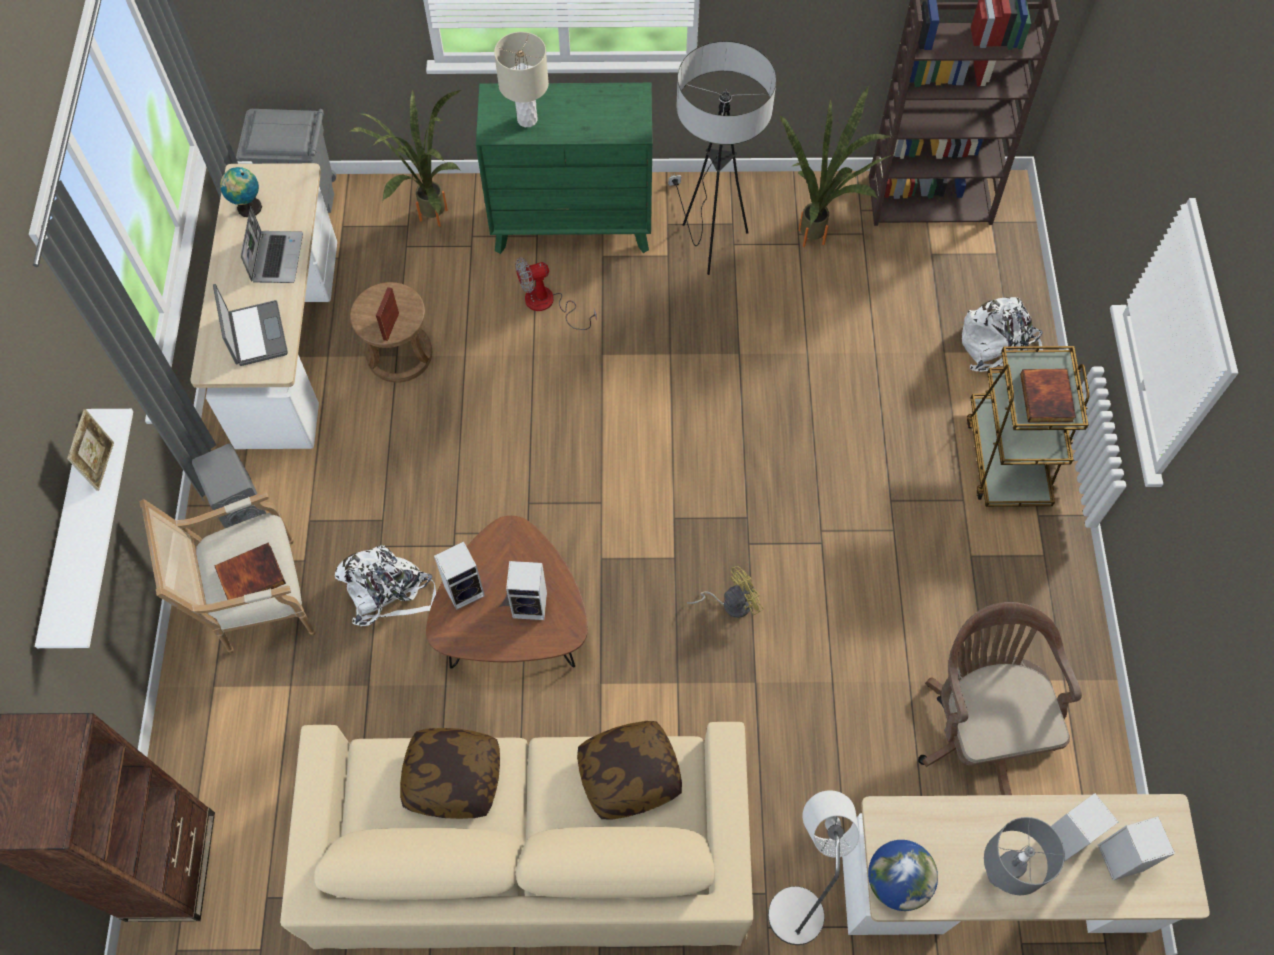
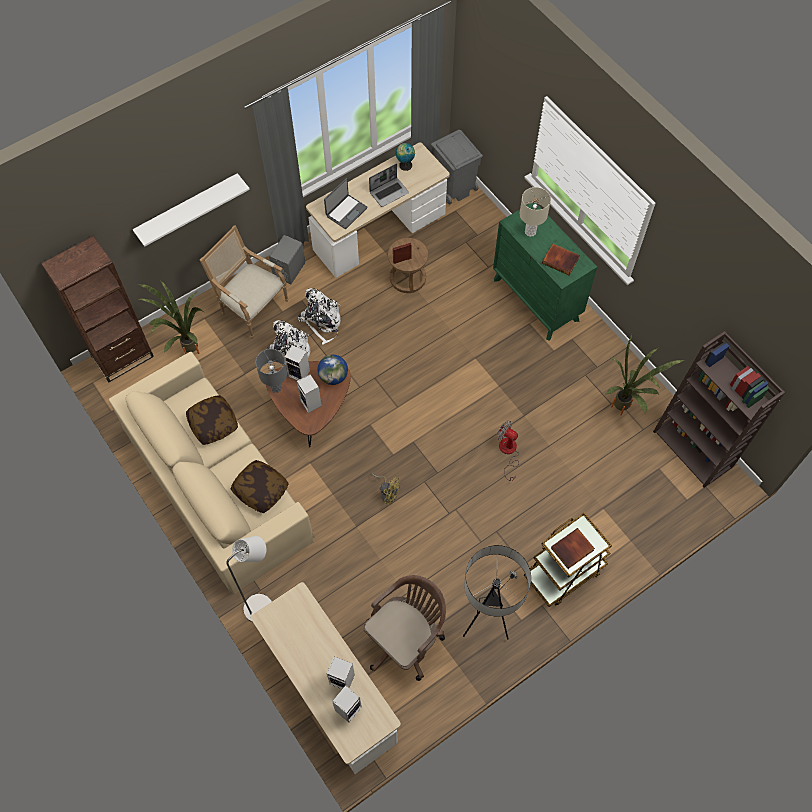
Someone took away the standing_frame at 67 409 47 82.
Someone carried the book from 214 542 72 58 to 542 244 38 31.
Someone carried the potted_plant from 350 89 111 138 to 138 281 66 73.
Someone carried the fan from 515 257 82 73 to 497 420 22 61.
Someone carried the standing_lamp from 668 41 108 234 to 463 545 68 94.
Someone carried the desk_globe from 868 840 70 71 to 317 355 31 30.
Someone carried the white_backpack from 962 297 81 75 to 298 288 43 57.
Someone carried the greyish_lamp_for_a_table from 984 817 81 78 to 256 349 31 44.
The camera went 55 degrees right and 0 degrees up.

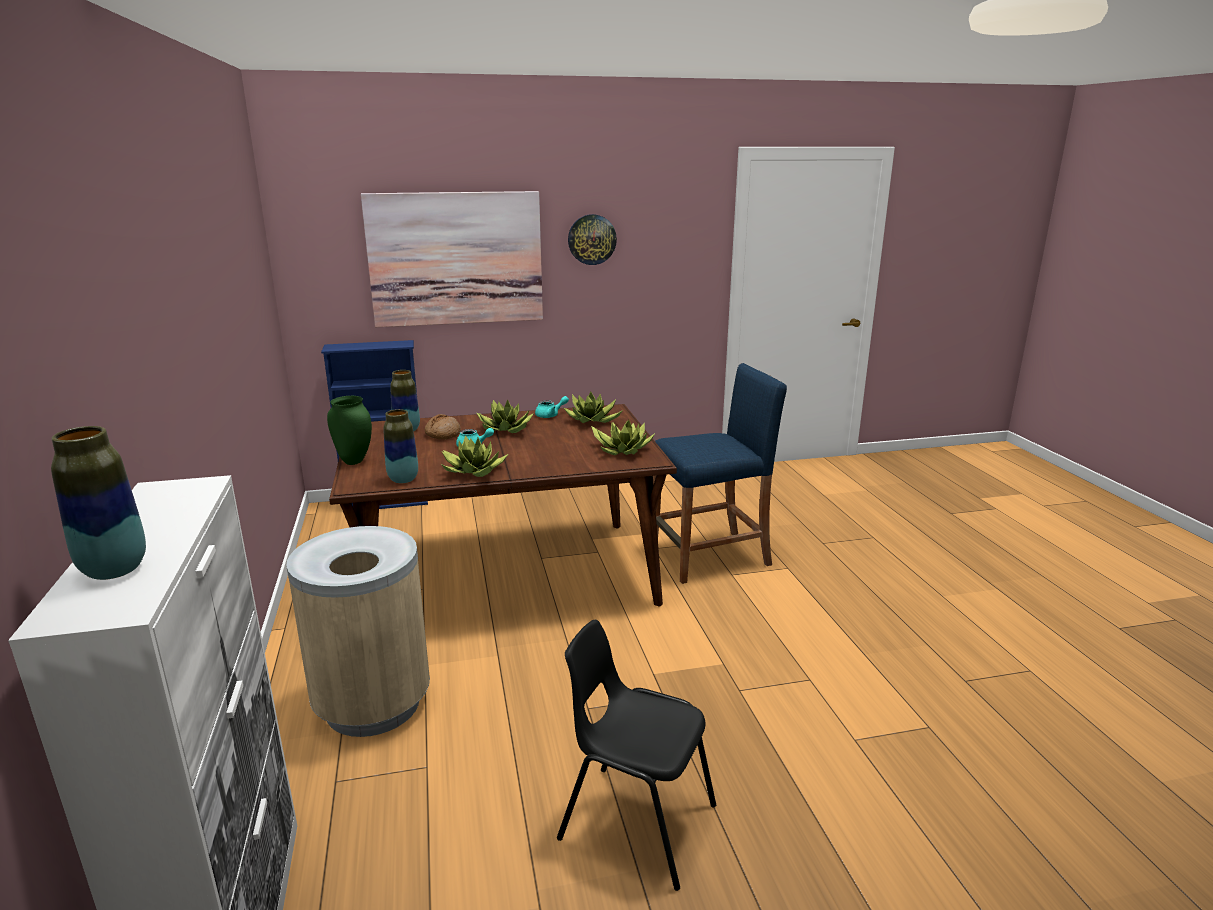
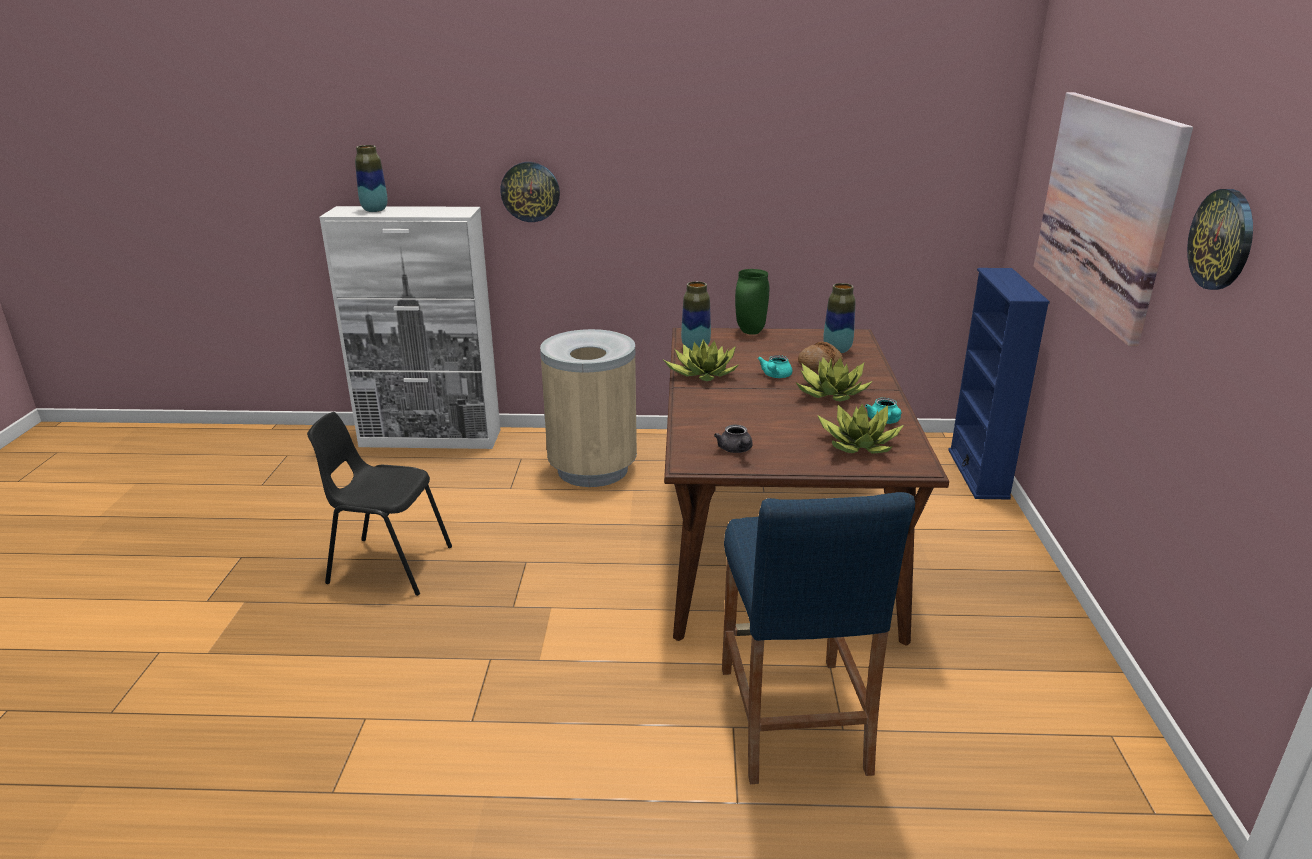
Someone put up the wall_clock at 500 162 60 60.
Someone swapped the potted_plant at 591 420 64 35 for the greyish_teapot at 714 425 39 28.
Someone rotated the blackish_upright_chair at 557 620 159 271 by 120 degrees counterclockwise.
The camera went 105 degrees right and 5 degrees up.

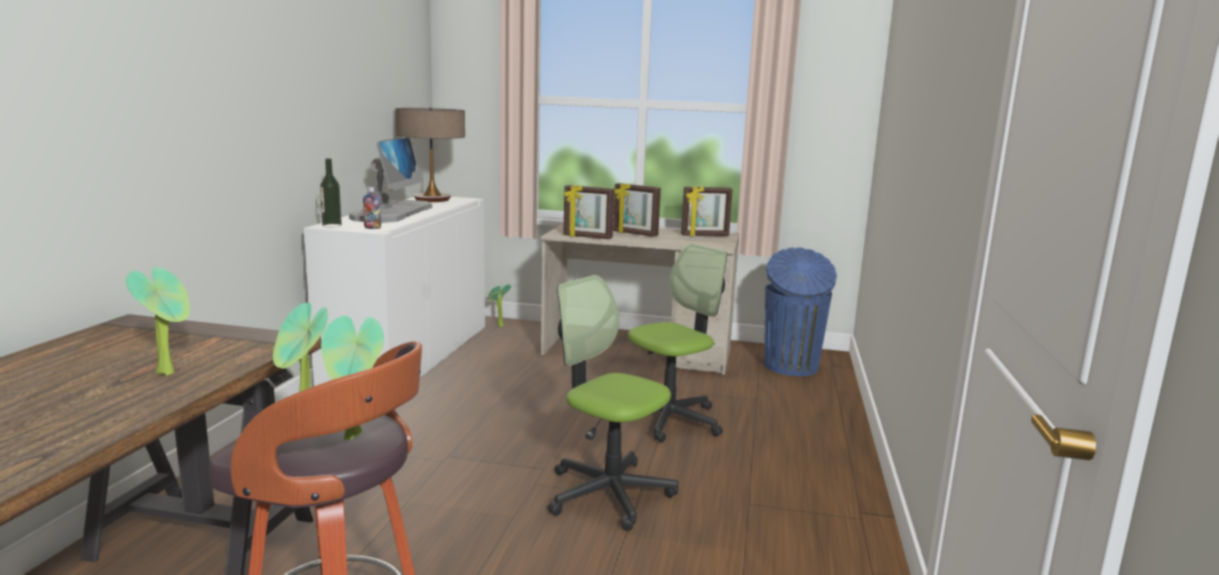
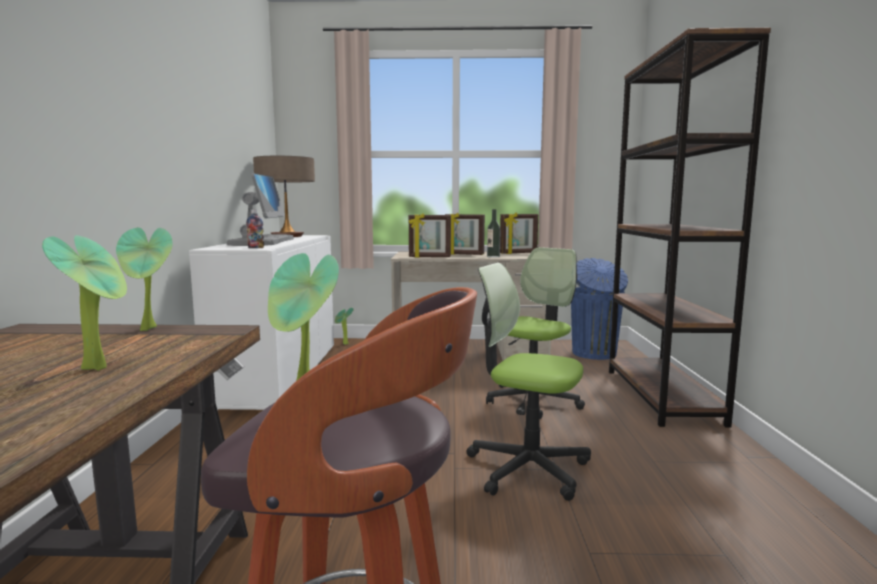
Someone put down the brown_bookshelf at 609 27 162 401.
Someone carried the bottle from 320 158 22 70 to 487 209 14 49.
Someone carried the potted_plant from 321 316 63 124 to 116 228 56 103.
The camera went 10 degrees left and 5 degrees down.

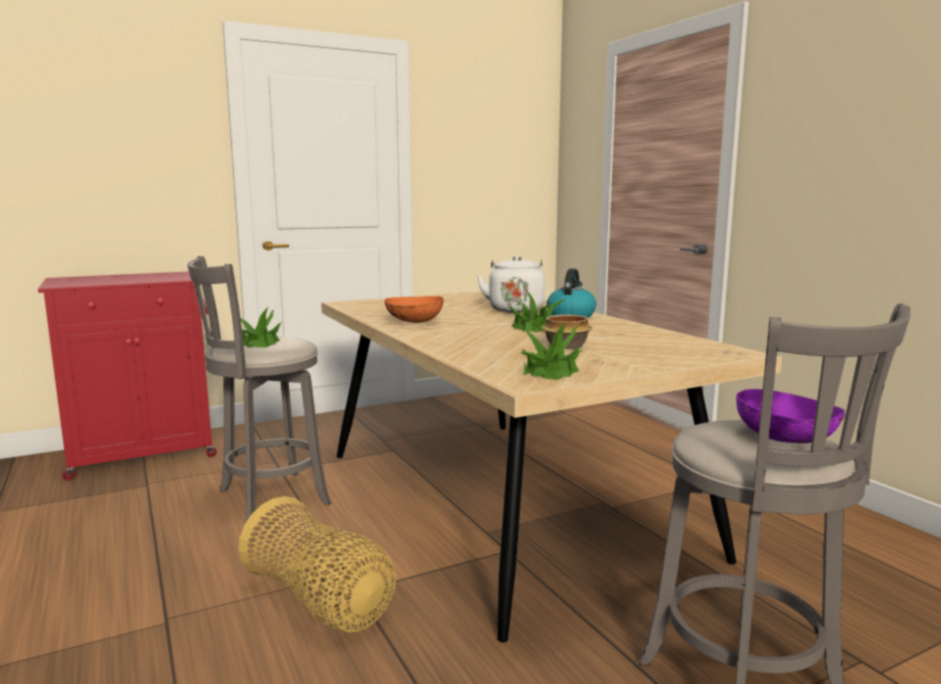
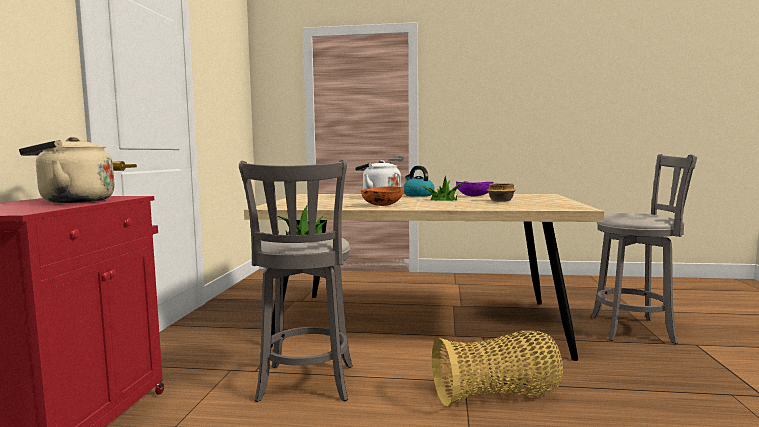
Someone took away the potted_plant at 521 322 61 58.
Someone put down the sand-coloured_water_kettle at 19 137 96 66.
Someone carried the purplish_bowl from 736 389 109 54 to 456 181 38 15.
The camera went 55 degrees left and 5 degrees down.

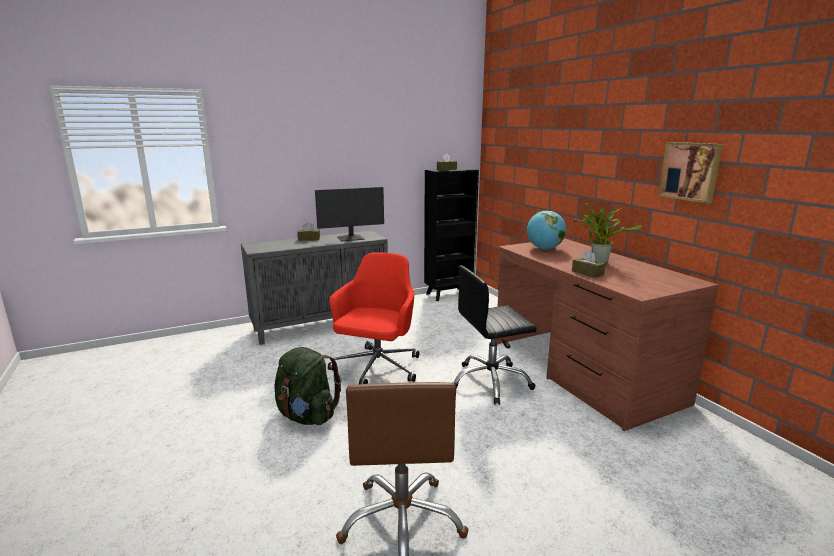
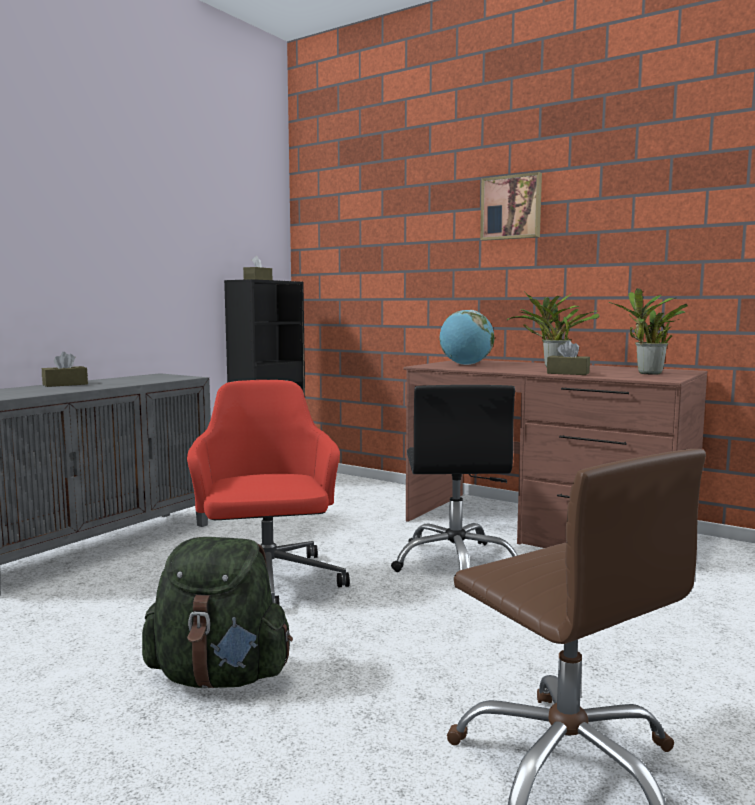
Someone took away the computer_display at 315 187 69 55.
Someone put down the potted_plant at 609 288 79 87.
Someone carried the picture from 658 142 65 62 to 480 172 62 69.
Someone rotated the blackish_office_chair at 452 265 85 140 by 45 degrees counterclockwise.
The camera went 30 degrees left and 10 degrees down.

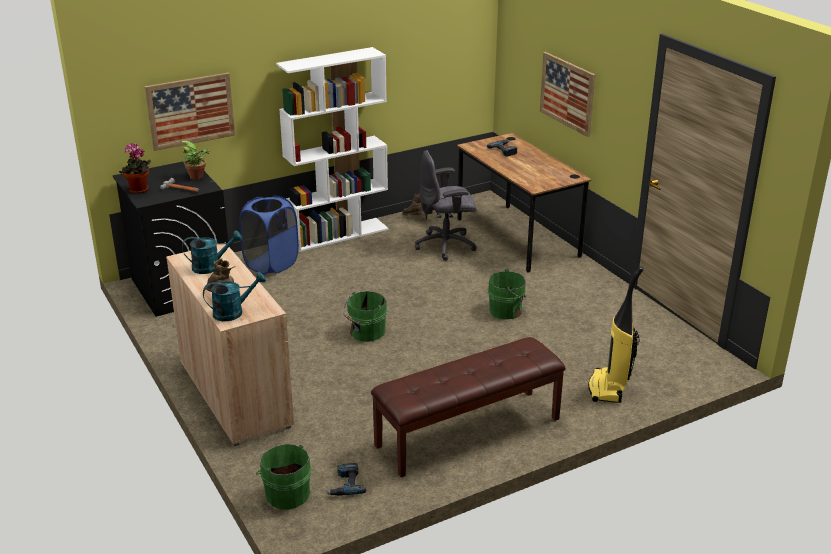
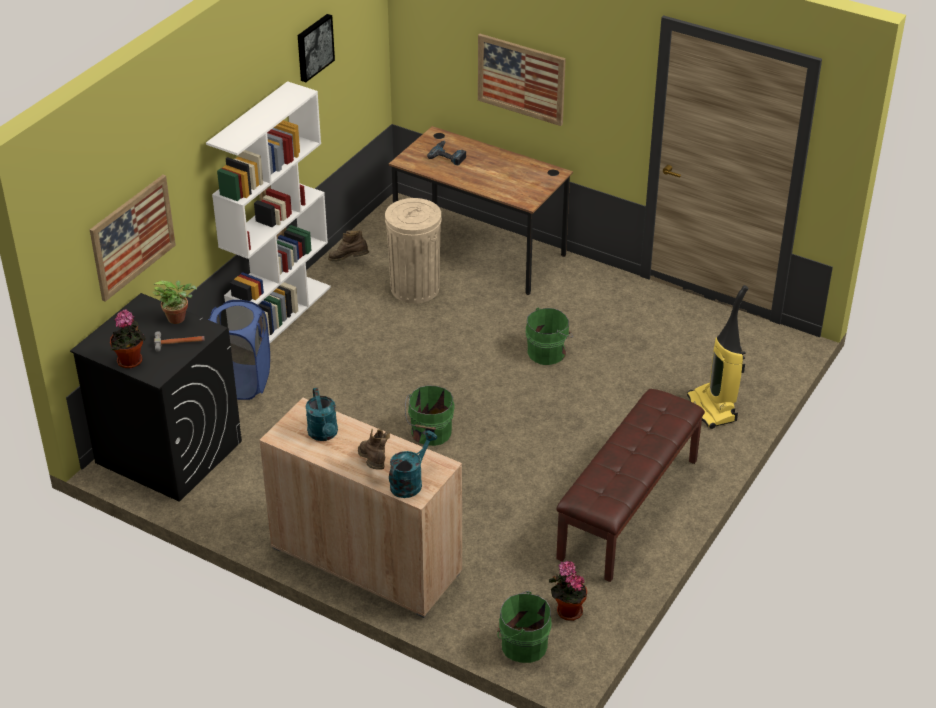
Someone put up the picture at 298 14 37 68.
Someone swapped the electric_drill at 326 463 40 33 for the potted_plant at 549 561 38 60.
Someone swapped the greyish_office_chair at 415 150 62 111 for the sand-coloured_waste_bin at 385 198 56 105.
Someone rotated the blue-green_watering_pot at 182 231 60 43 by 120 degrees clockwise.
The camera went 30 degrees left and 10 degrees up.

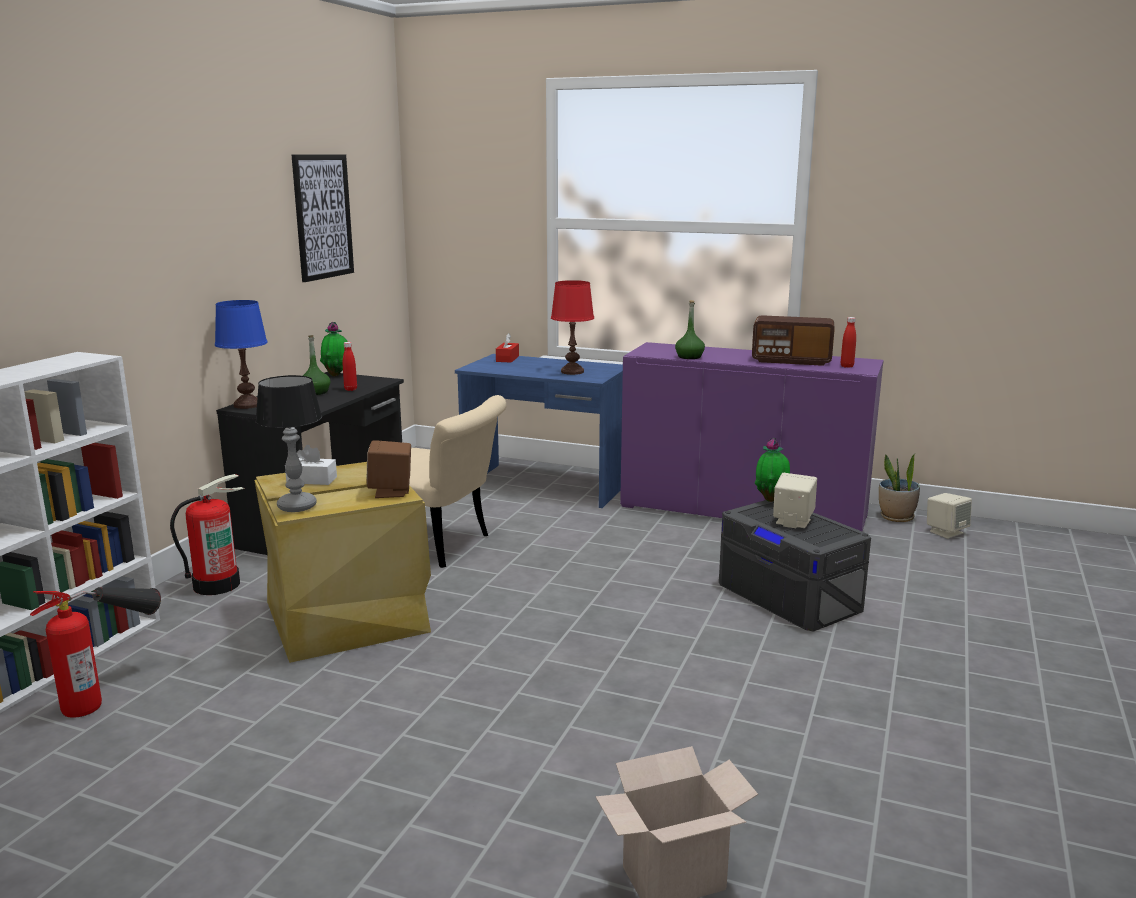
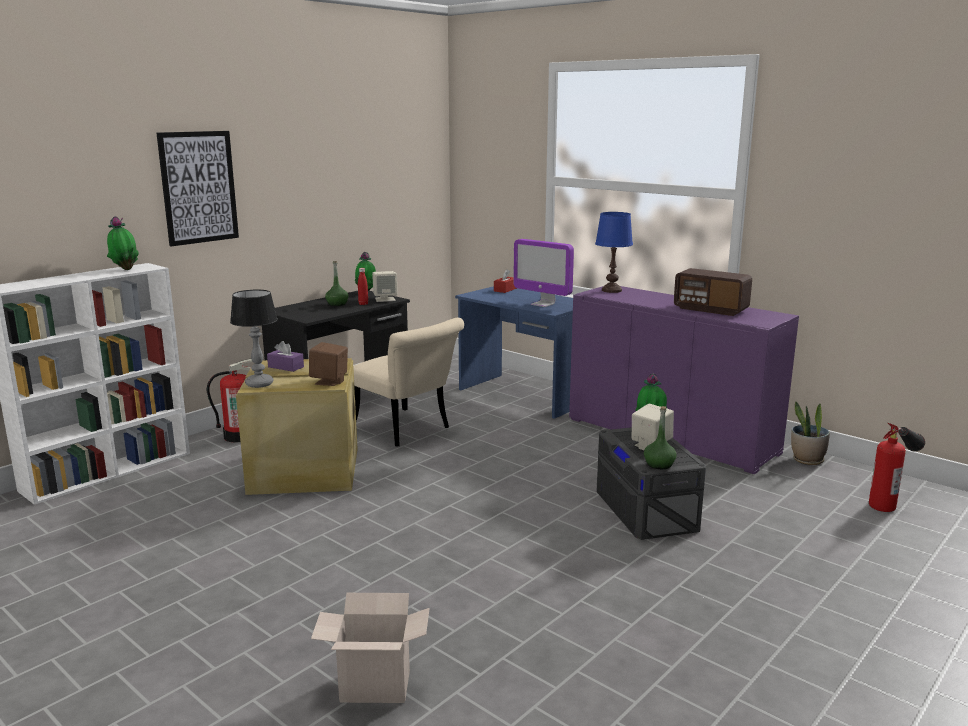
Someone took away the red-coloured_bottle at 841 317 15 51.
Someone put down the potted_plant at 107 216 32 54.
Someone carried the extinguisher from 30 587 131 131 to 869 423 56 89.
Someone carried the blue_lamp_for_a_table from 215 300 53 109 to 595 212 38 81.
Someone carried the picture from 292 154 62 128 to 157 131 82 115.
Someone carried the greenish_bottle from 675 300 30 59 to 644 406 33 63.
Someone carried the sand-coloured_audio_speaker from 927 493 45 46 to 372 271 26 31.
Someone swapped the red-coloured_lamp_for_a_table at 551 280 43 95 for the computer_display at 514 239 60 68.
Someone repainted the white_tissue_holder at 285 445 52 40, which became the purplish_tissue_holder at 267 341 37 31.
The camera went 20 degrees right and 0 degrees up.

